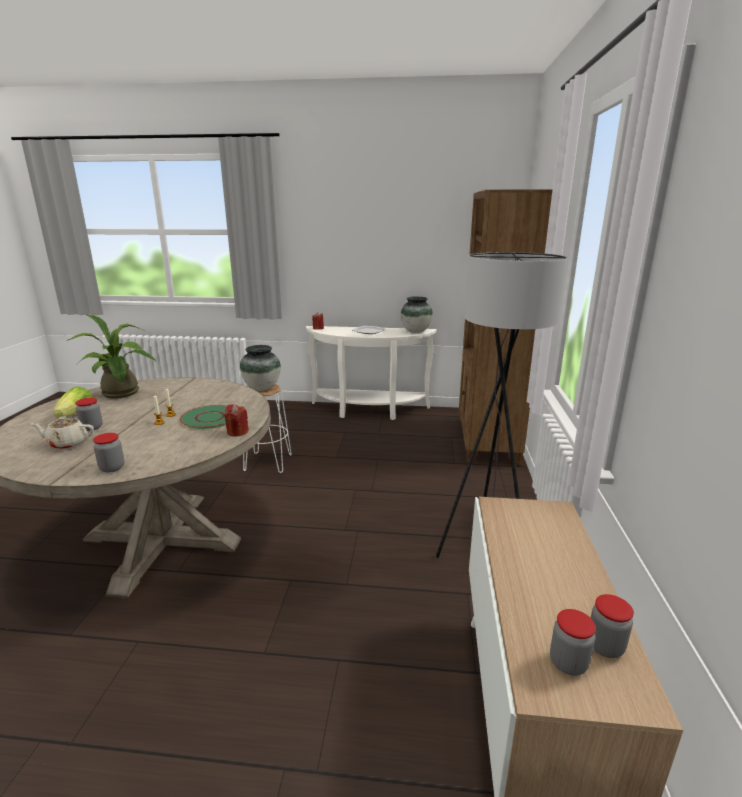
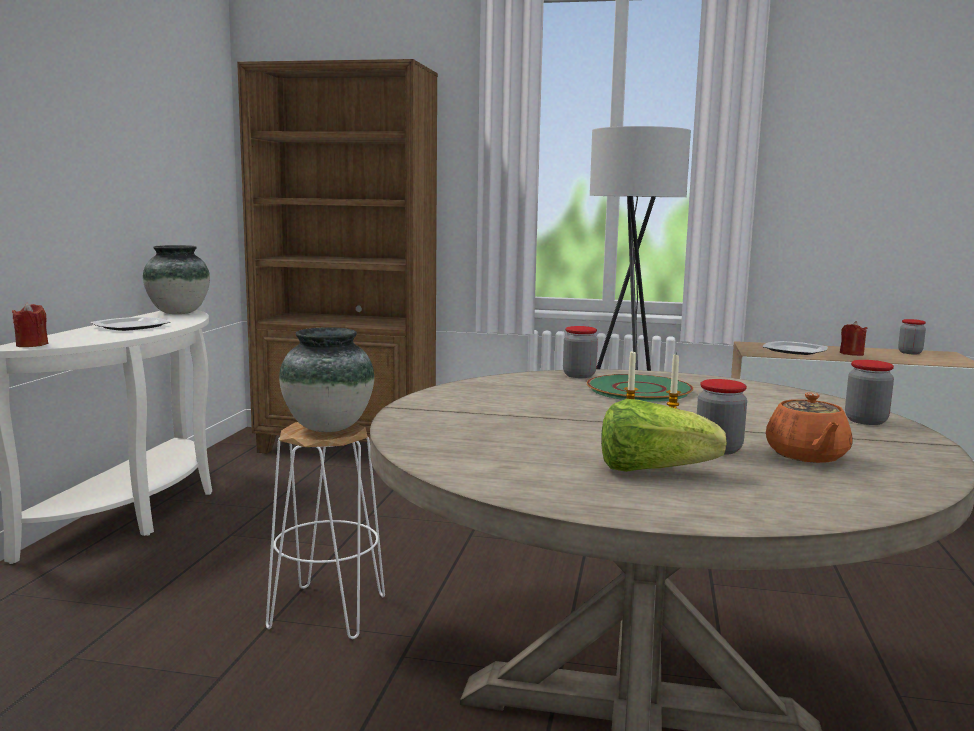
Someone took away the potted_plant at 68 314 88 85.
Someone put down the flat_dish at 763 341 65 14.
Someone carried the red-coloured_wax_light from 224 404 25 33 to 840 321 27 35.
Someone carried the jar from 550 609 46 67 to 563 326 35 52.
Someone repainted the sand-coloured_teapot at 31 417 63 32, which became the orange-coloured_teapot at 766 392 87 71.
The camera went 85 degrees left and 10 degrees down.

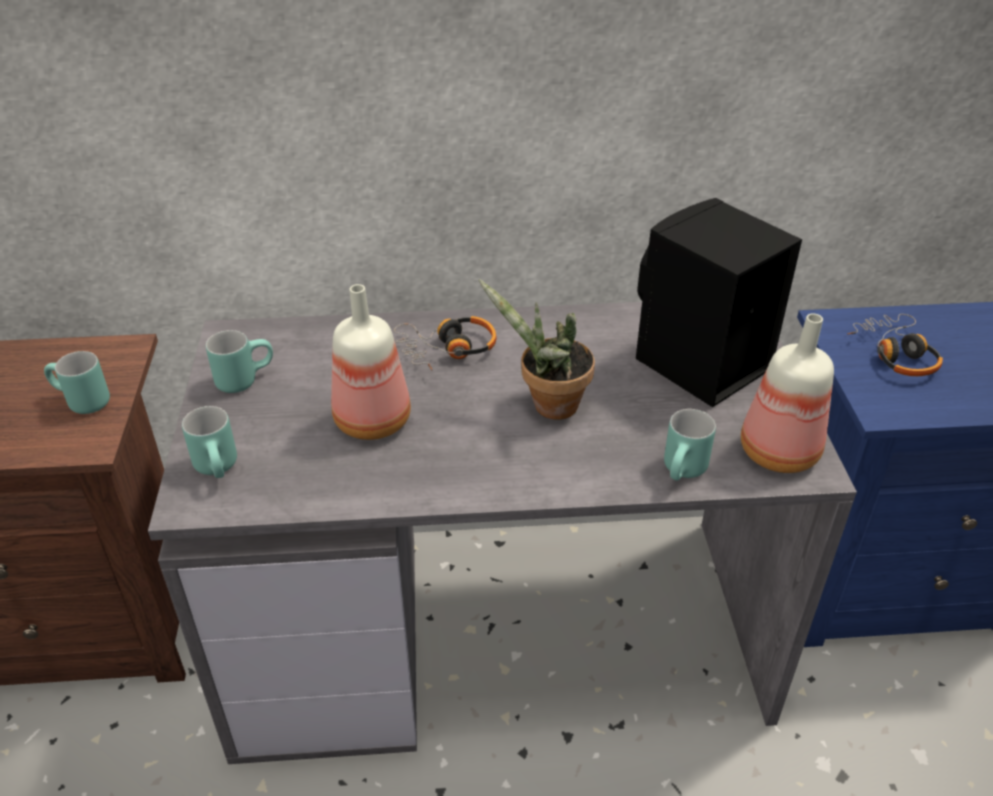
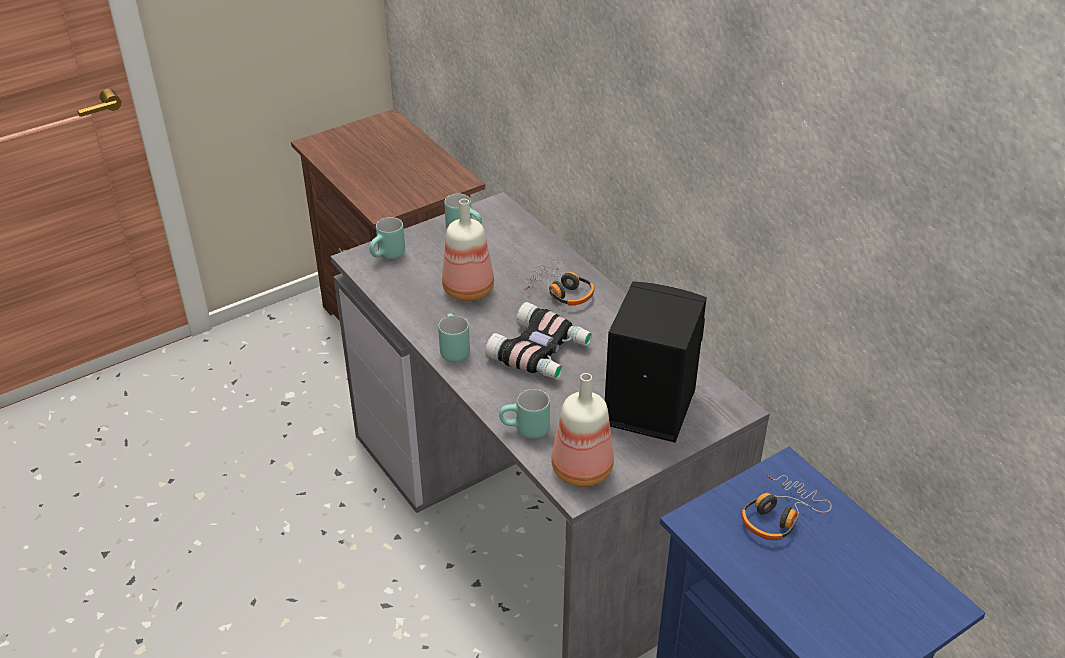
Someone carried the blue-green_tea_mug from 44 351 66 63 to 438 313 32 49.
Someone swapped the potted_plant at 479 279 116 141 for the binoculars at 485 302 107 77.
The camera went 60 degrees right and 0 degrees up.

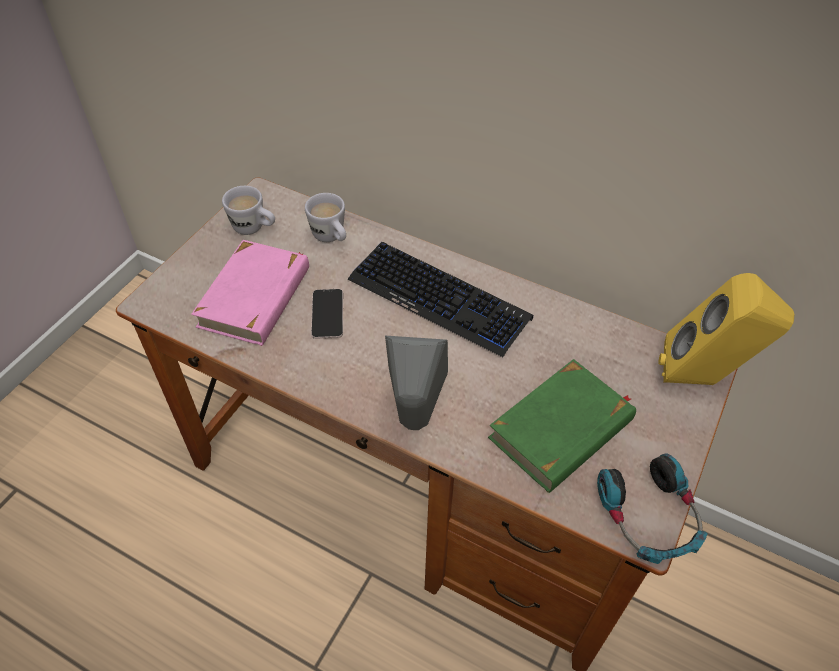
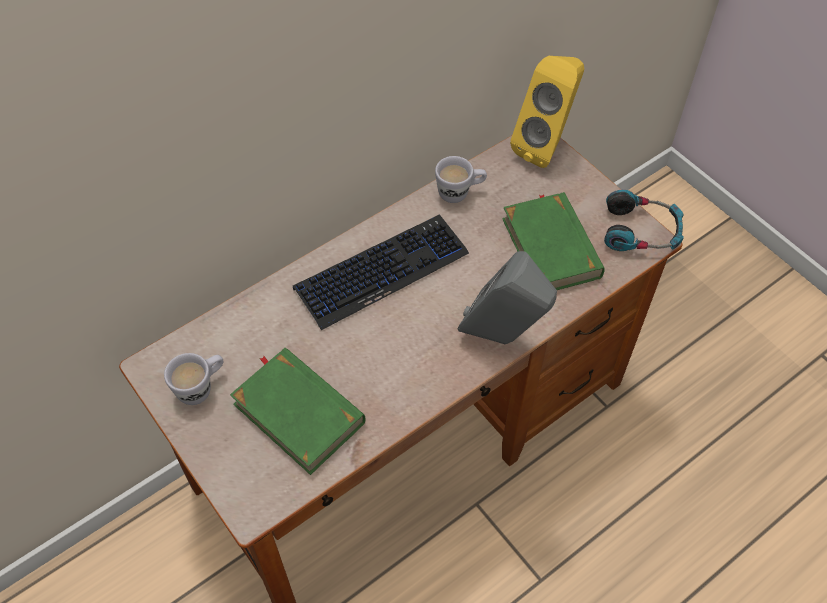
Someone took away the telephone at 311 289 32 50.
Someone carried the white_tea_mug from 305 193 41 49 to 435 156 52 47.
Someone repainted the pink-coloured_book at 191 240 118 106, which became the greenish_book at 230 348 135 127.
The camera went 65 degrees left and 5 degrees up.

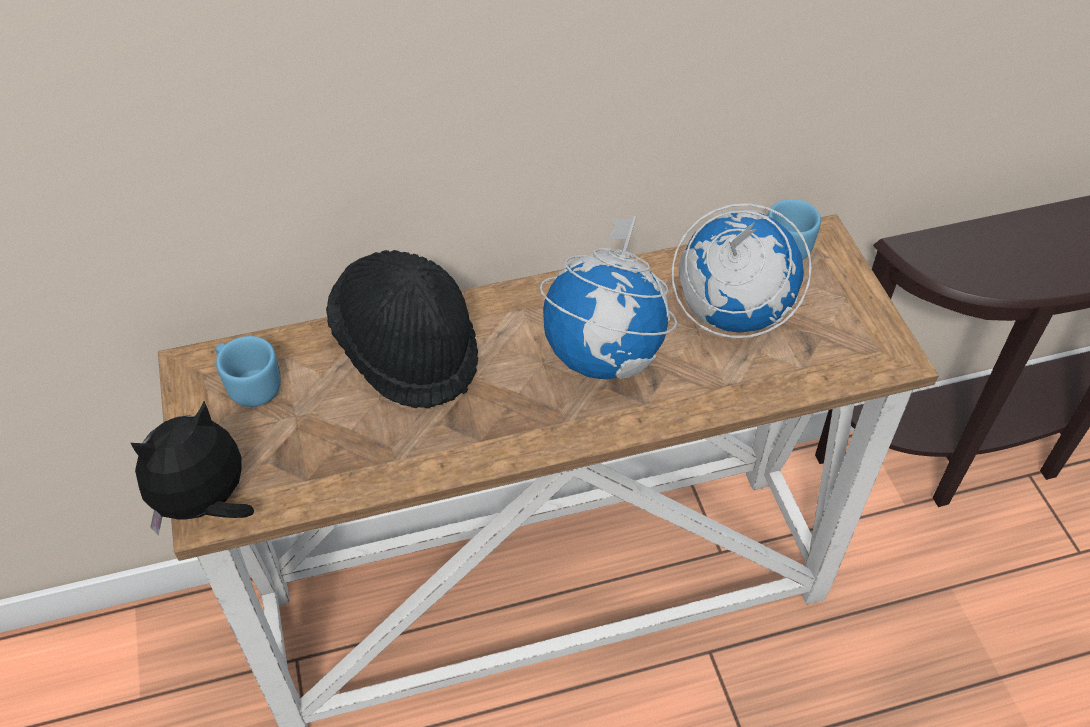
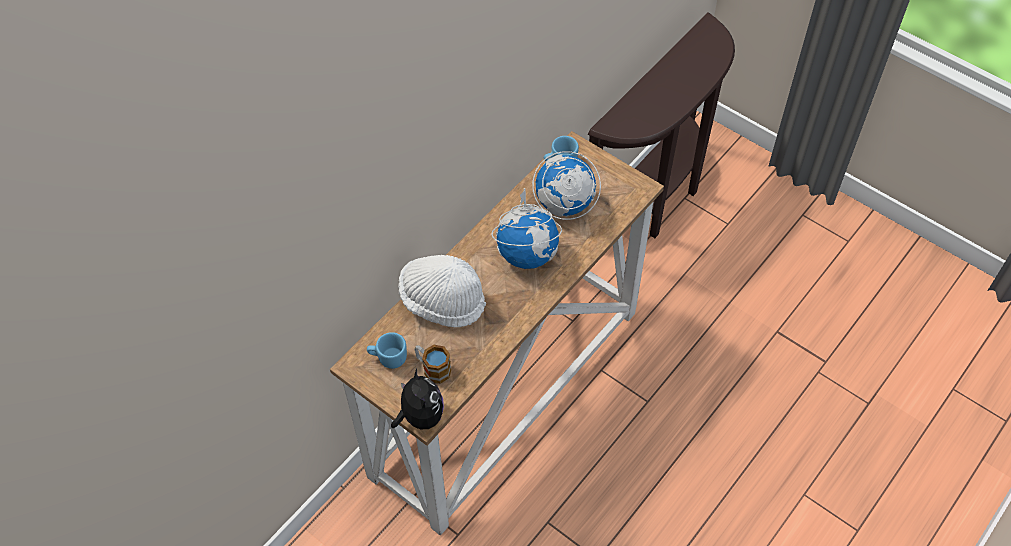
Someone put down the tea_mug at 414 345 37 39.
Someone repainted the blackish_hat at 326 250 152 159, which became the white_hat at 398 255 88 72.
Someone rotated the plush_toy at 131 401 123 134 by 150 degrees clockwise.
The camera went 35 degrees left and 5 degrees up.

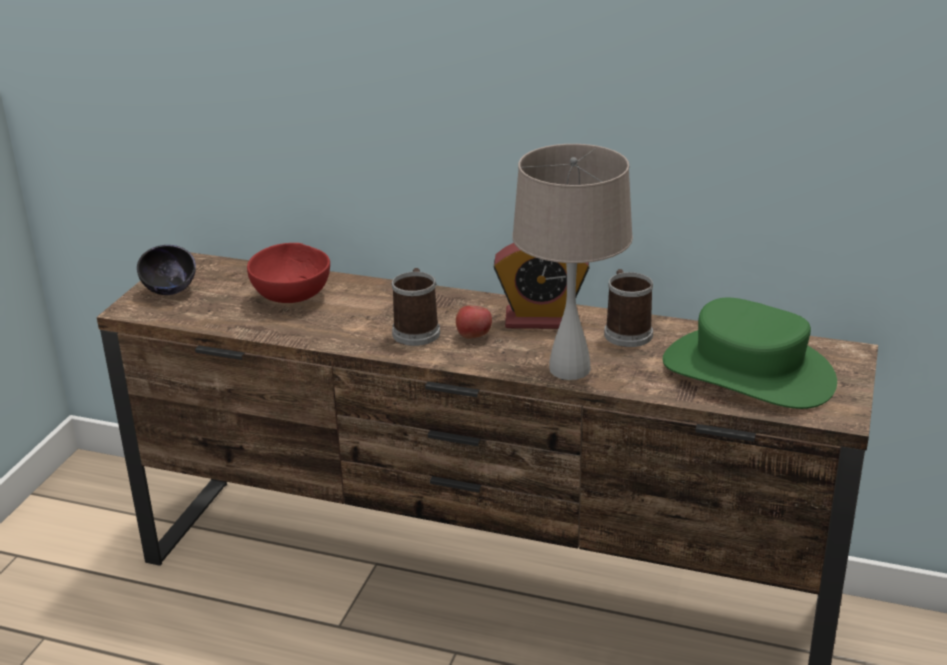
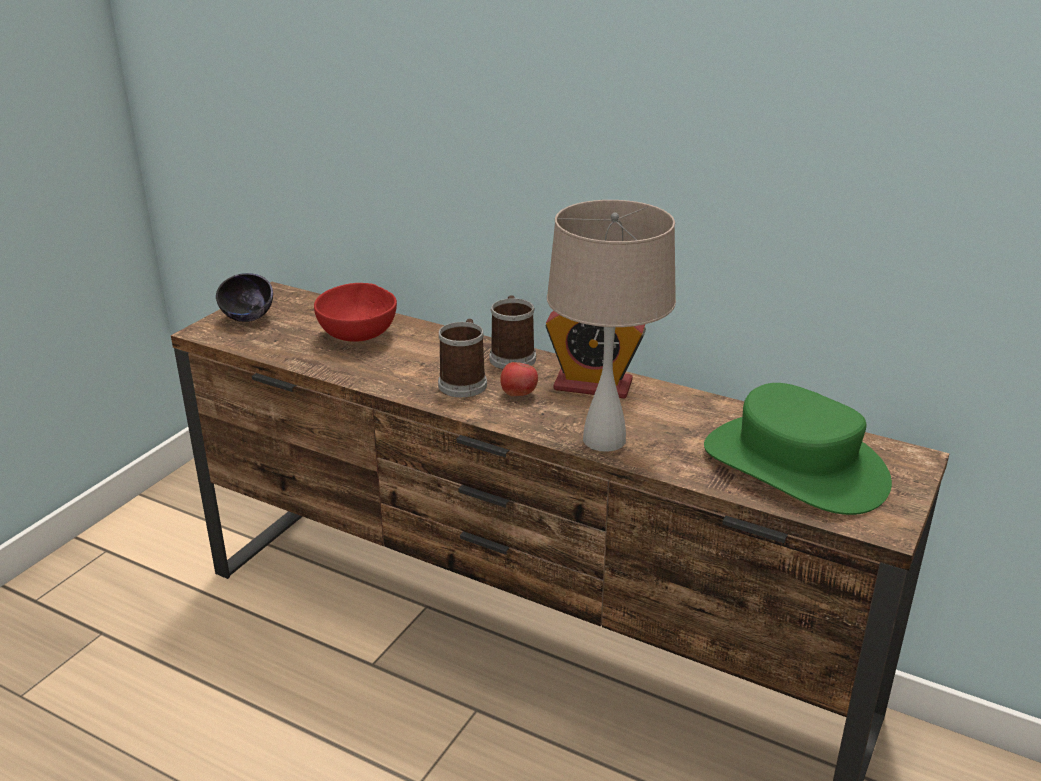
Someone carried the tea_mug from 604 269 49 78 to 489 295 47 74.
The camera went 10 degrees right and 0 degrees up.

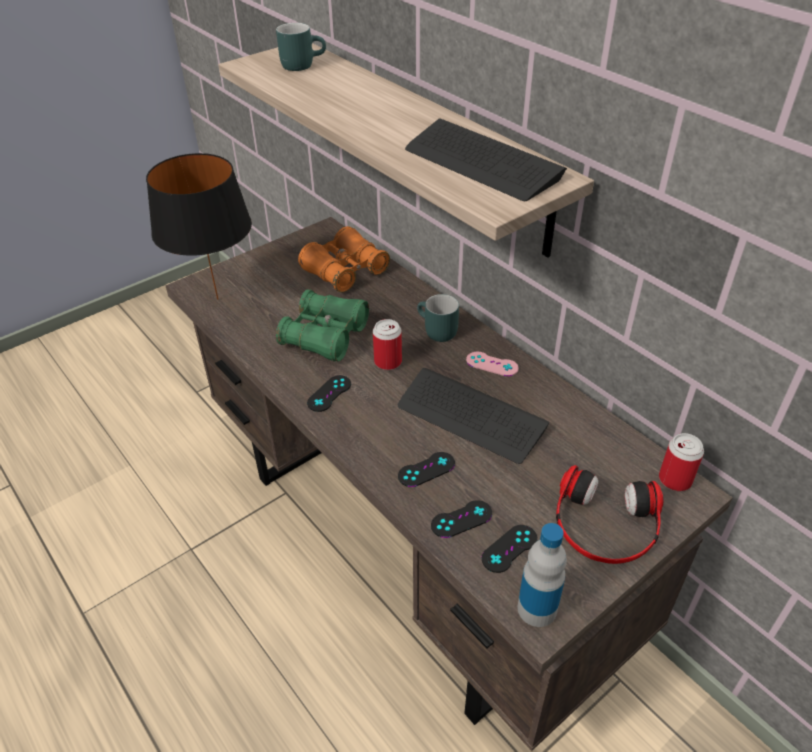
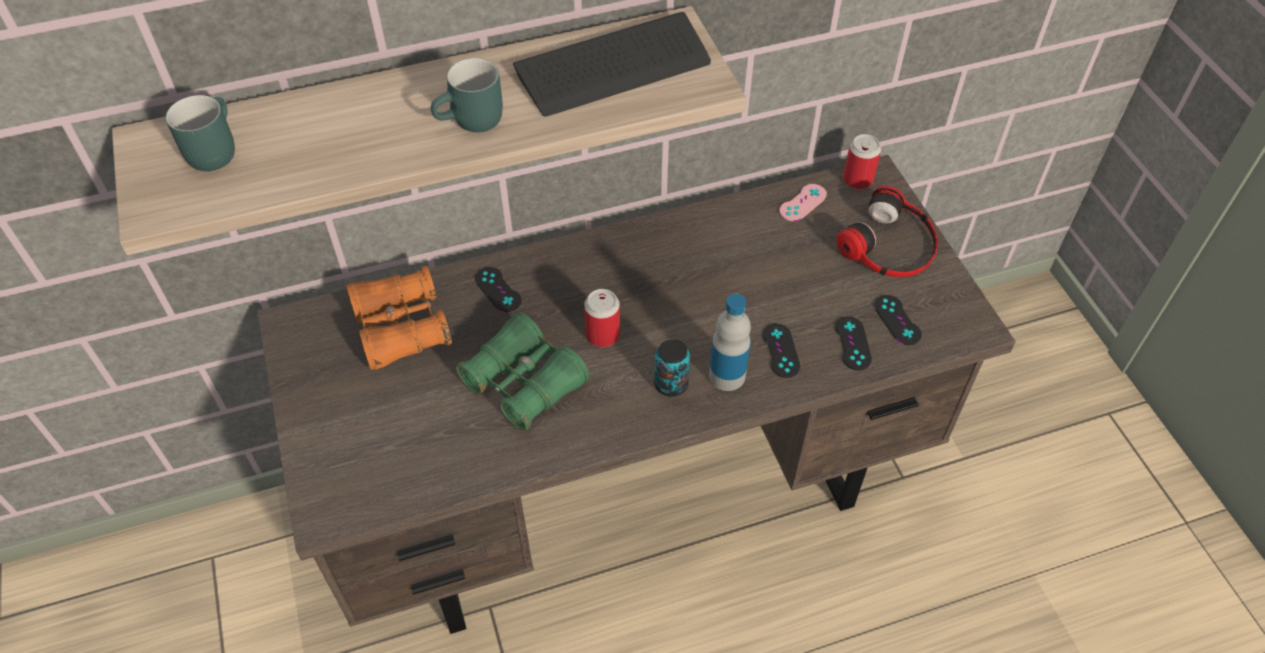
Someone took away the blackish_lamp_for_a_table at 146 153 106 147.
Someone took away the computer_keyboard at 398 368 152 96.
Someone put down the sealed_can at 654 339 36 58.
Someone carried the blackish_gamepad from 307 375 44 37 to 475 267 46 45.
Someone carried the blue-green_tea_mug from 417 294 42 48 to 431 58 72 74.
Someone carried the pink-coloured_gamepad from 466 352 53 24 to 779 184 48 37.
Someone carried the bottle from 518 523 49 104 to 709 294 42 97.
The camera went 70 degrees left and 10 degrees up.

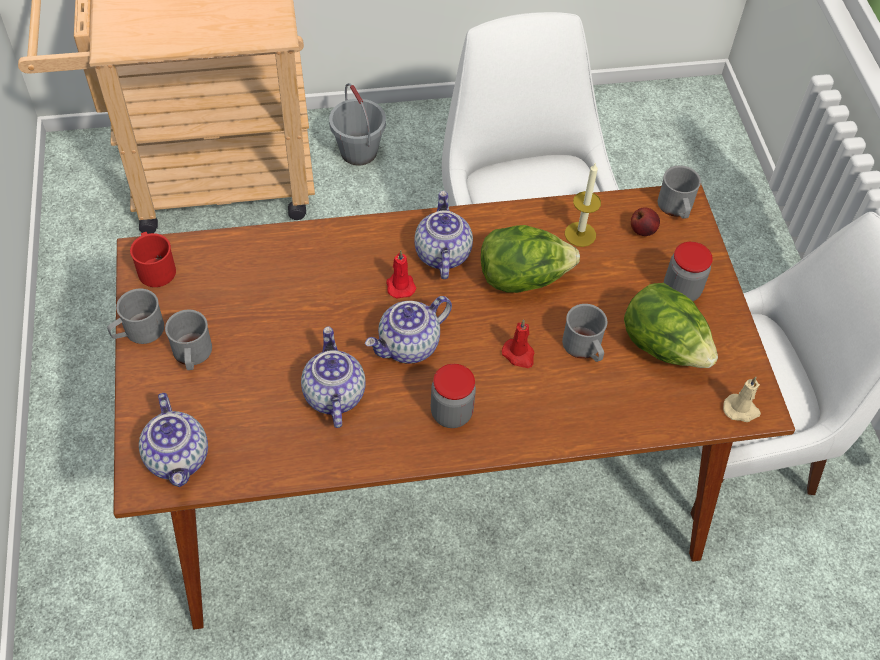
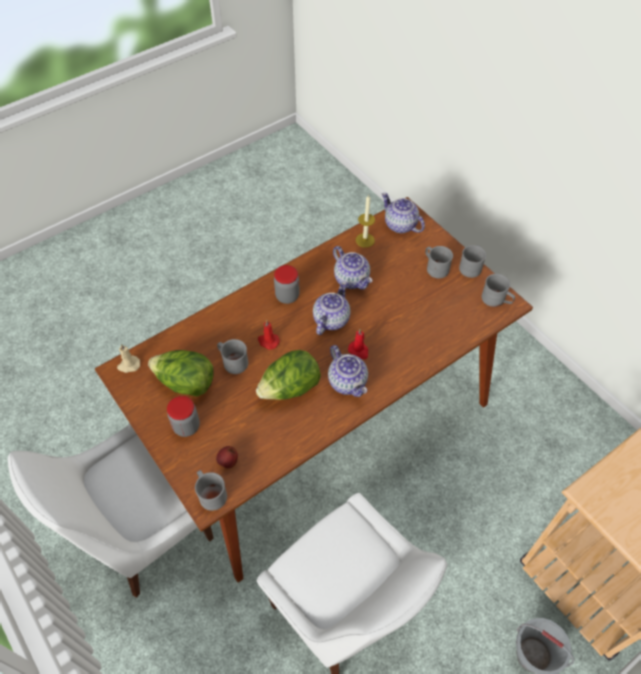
Someone carried the wax_light from 565 162 36 85 to 356 194 19 54.
Someone repainted the red-coloured_tea_mug at 130 232 46 55, which became the greyish_tea_mug at 482 274 33 33.
The camera went 155 degrees right and 0 degrees up.

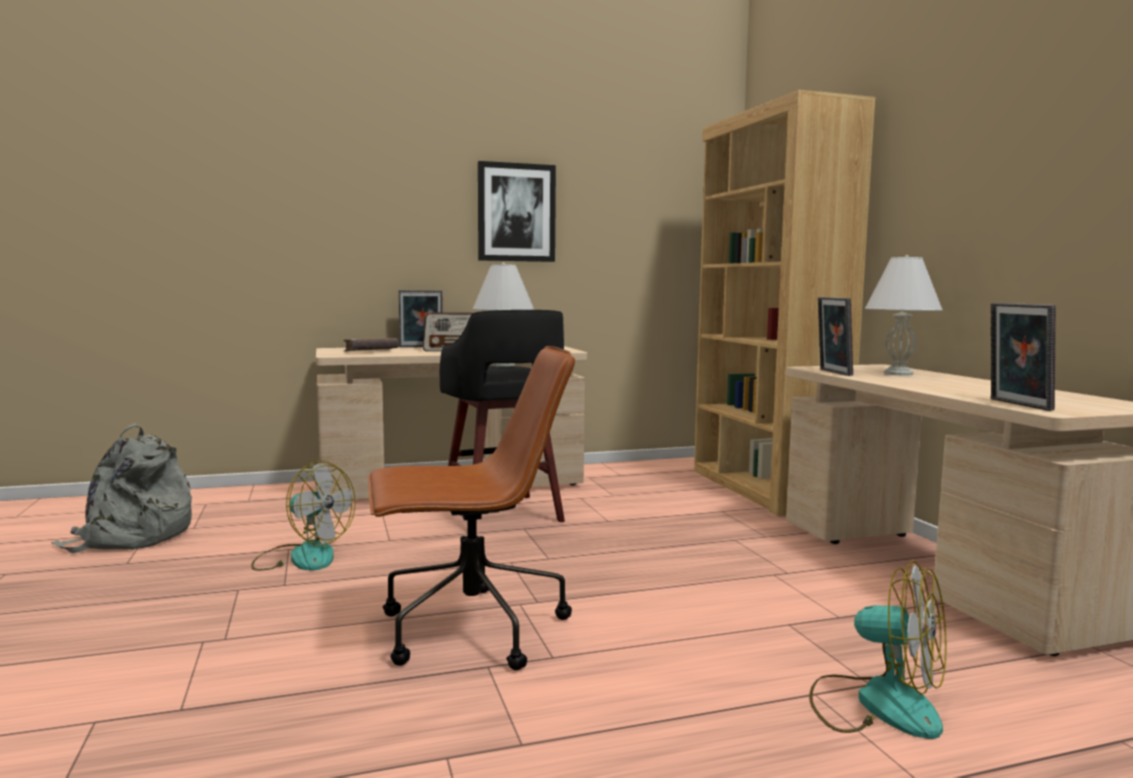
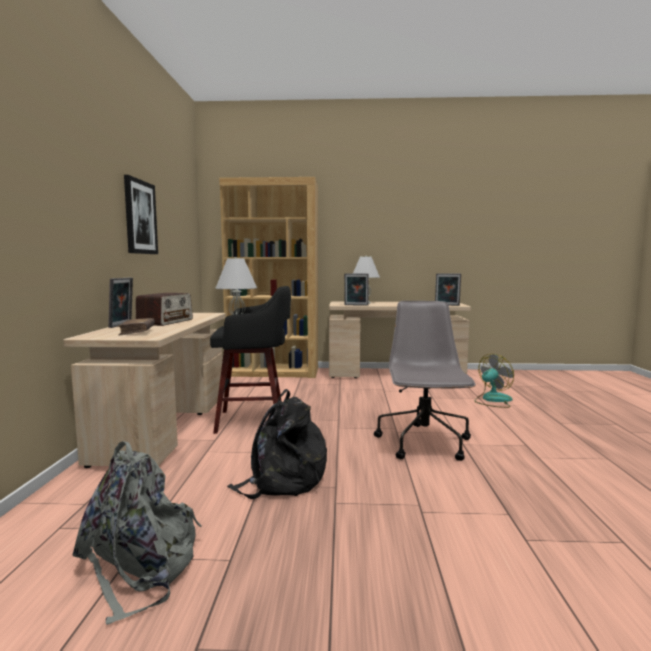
Someone swapped the fan at 251 461 105 110 for the blackish_backpack at 227 389 100 110.
Someone repainted the brown_office_chair at 368 346 207 324, which became the greyish_office_chair at 374 301 102 160.
The camera went 70 degrees left and 0 degrees up.

